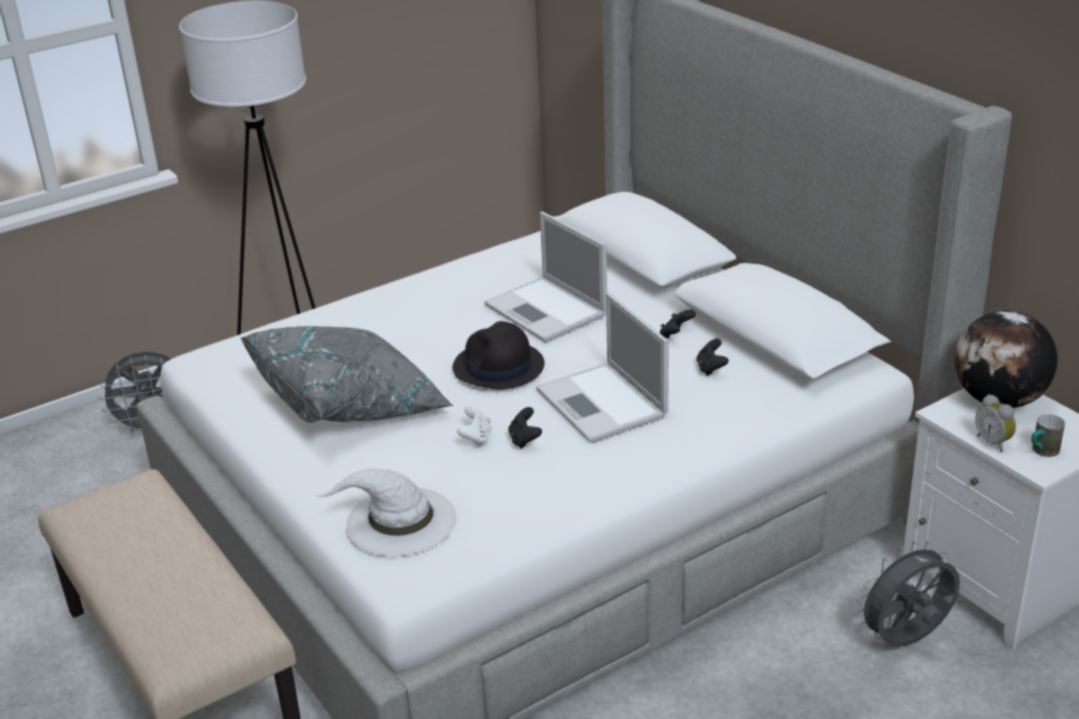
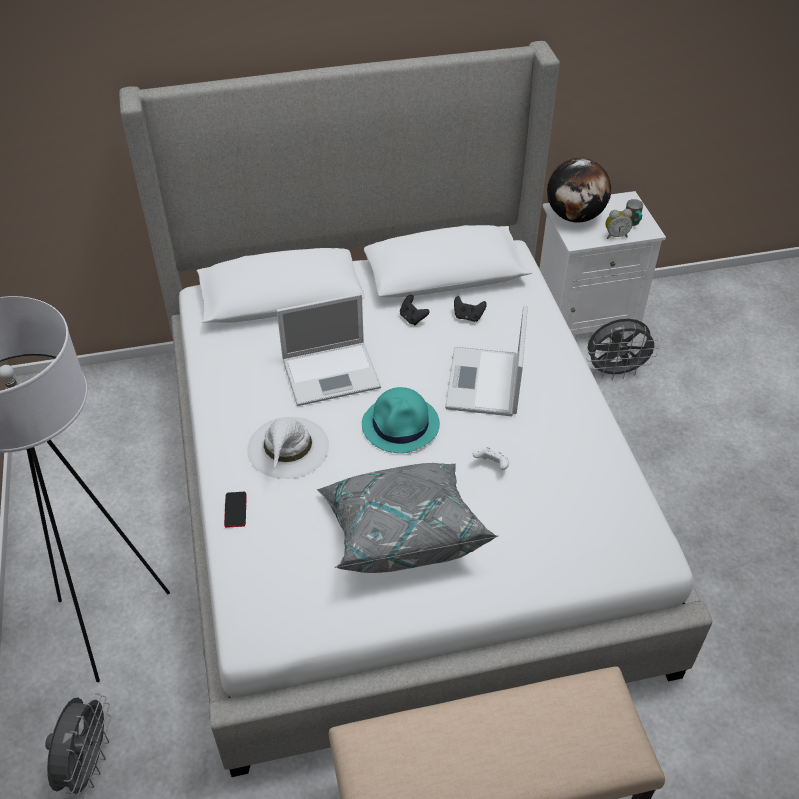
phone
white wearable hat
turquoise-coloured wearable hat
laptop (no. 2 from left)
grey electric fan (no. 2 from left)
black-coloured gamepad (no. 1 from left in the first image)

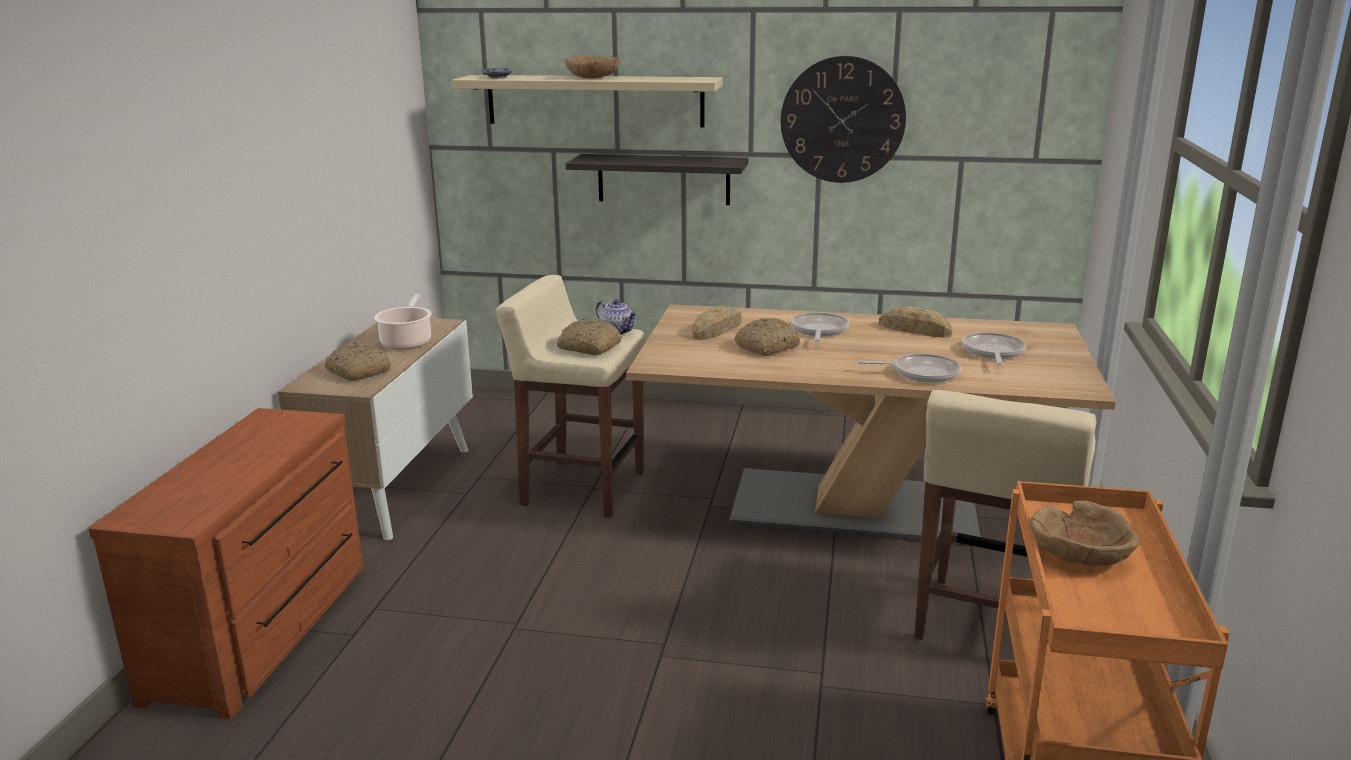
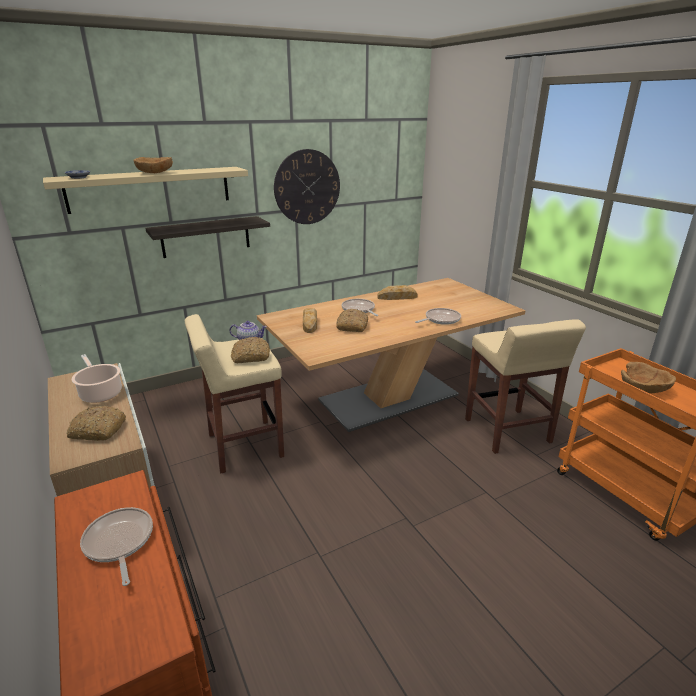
pan (no. 1 from left)

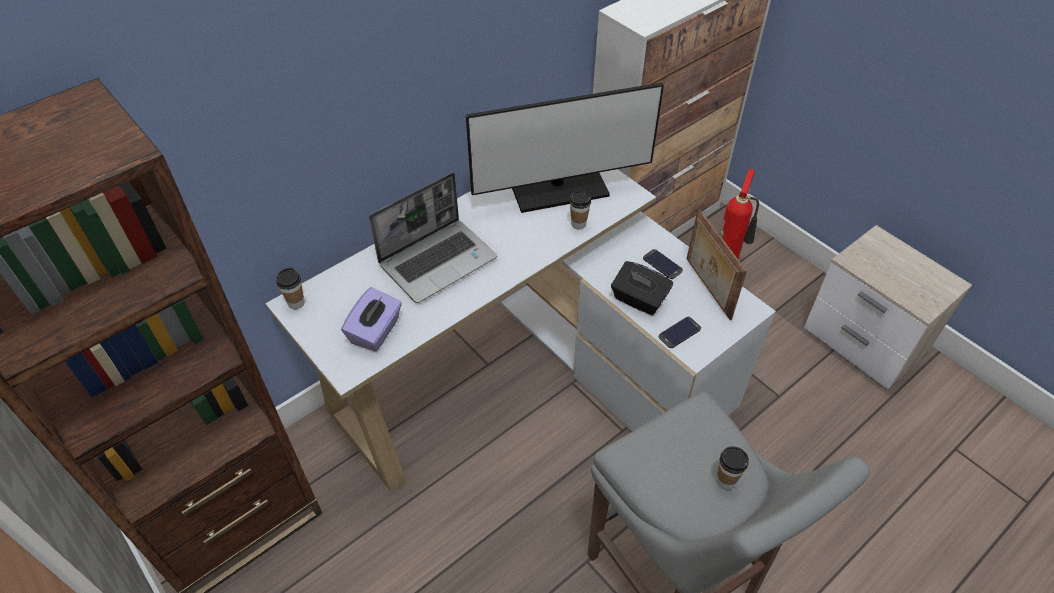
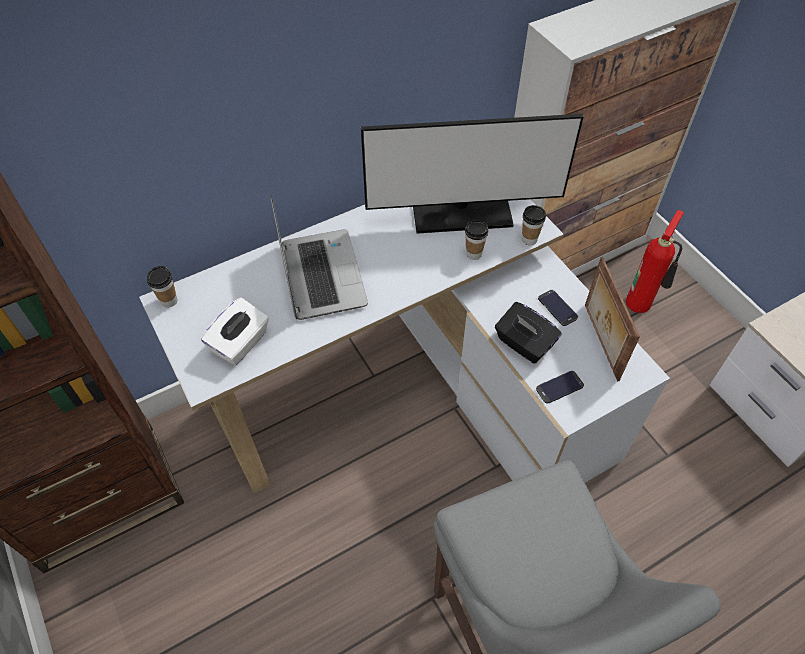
white box of tissues
laptop
cup (no. 3 from left)

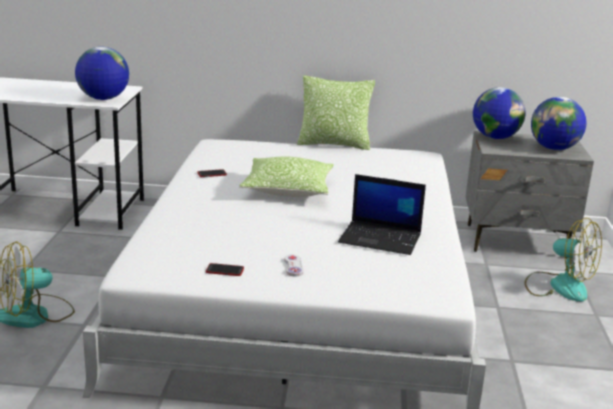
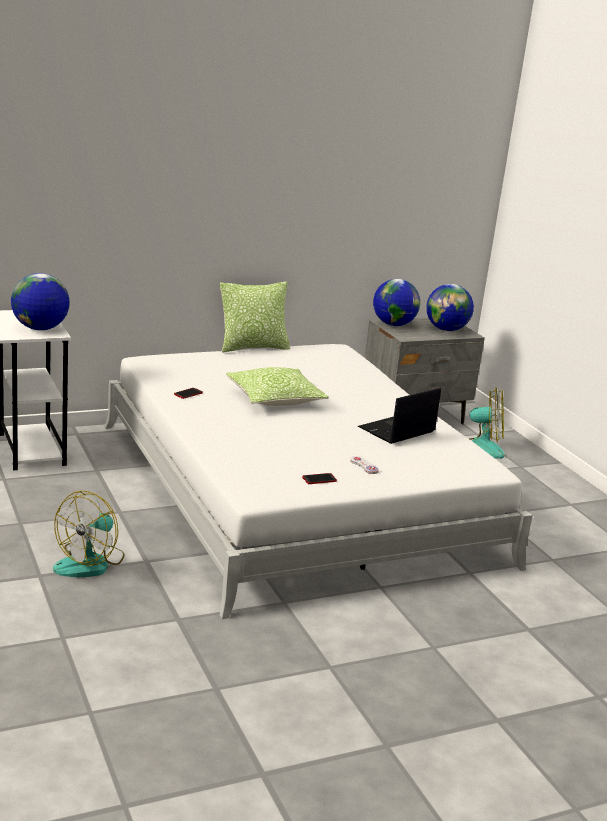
laptop

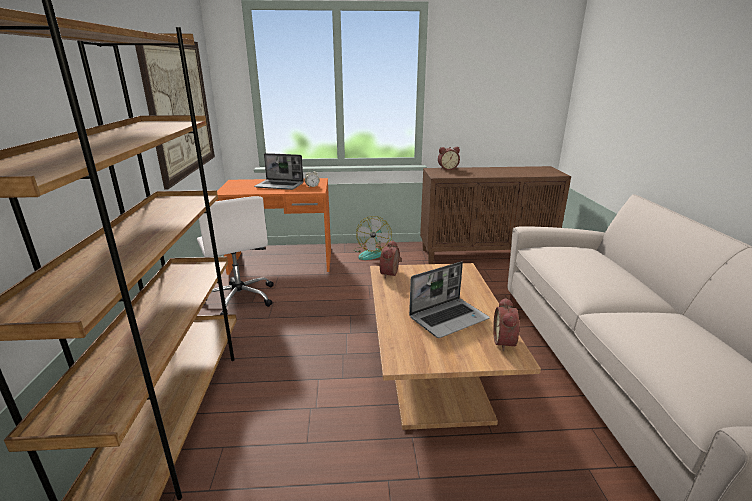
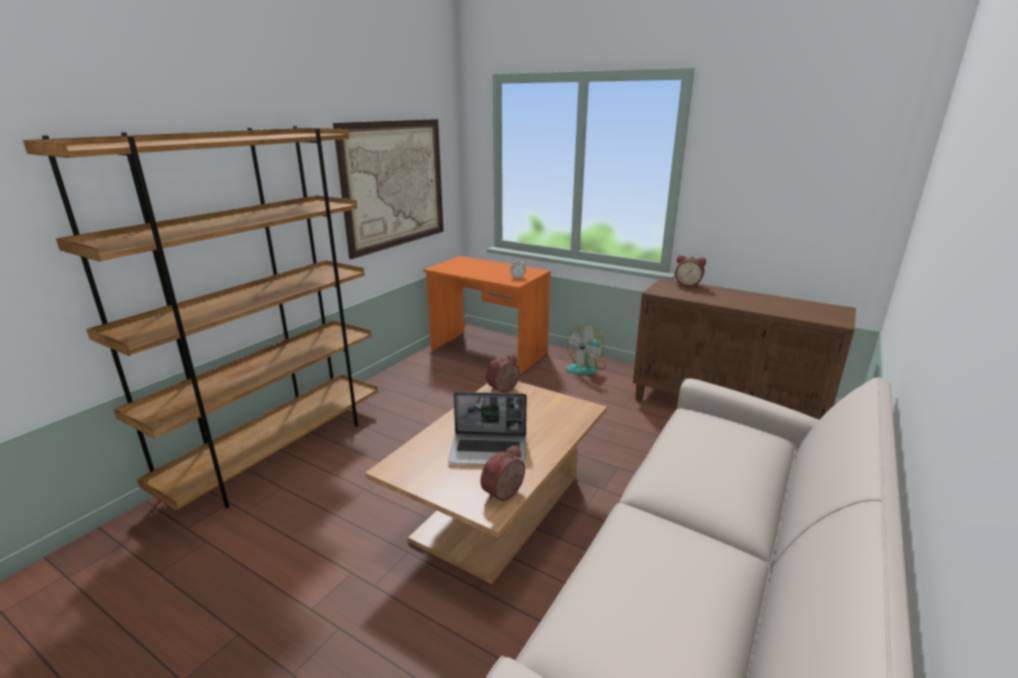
white office chair
laptop (no. 1 from left in the first image)

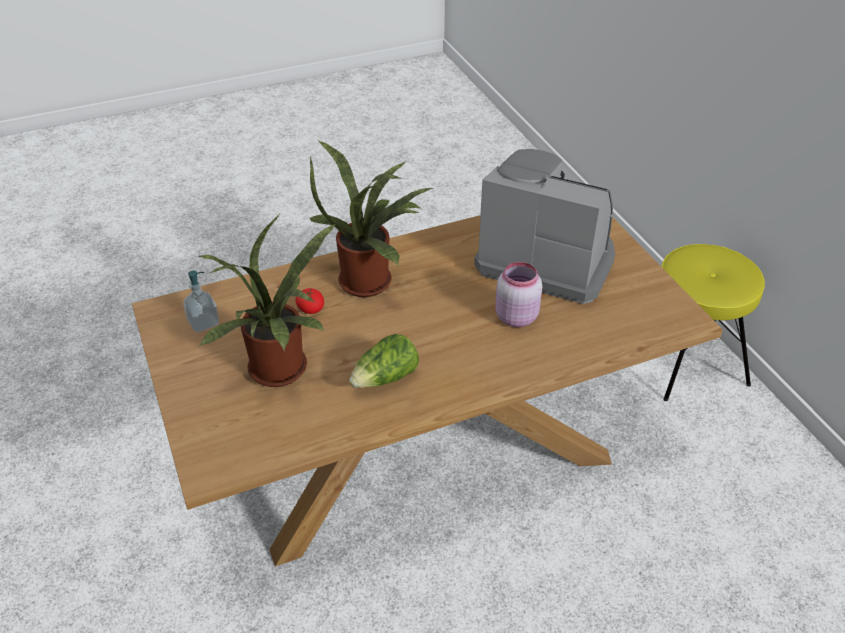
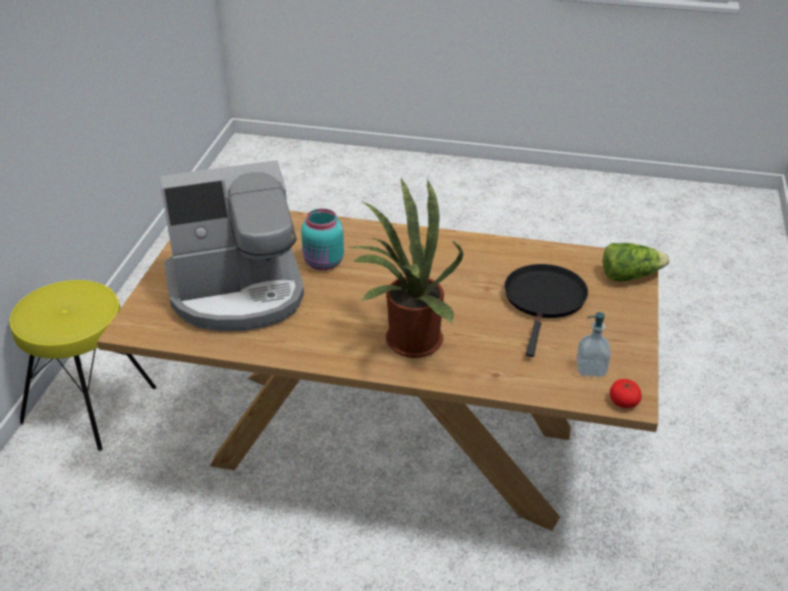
coffee machine
turquoise-coloured storage jar
black-coloured pan
head of lettuce
tomato

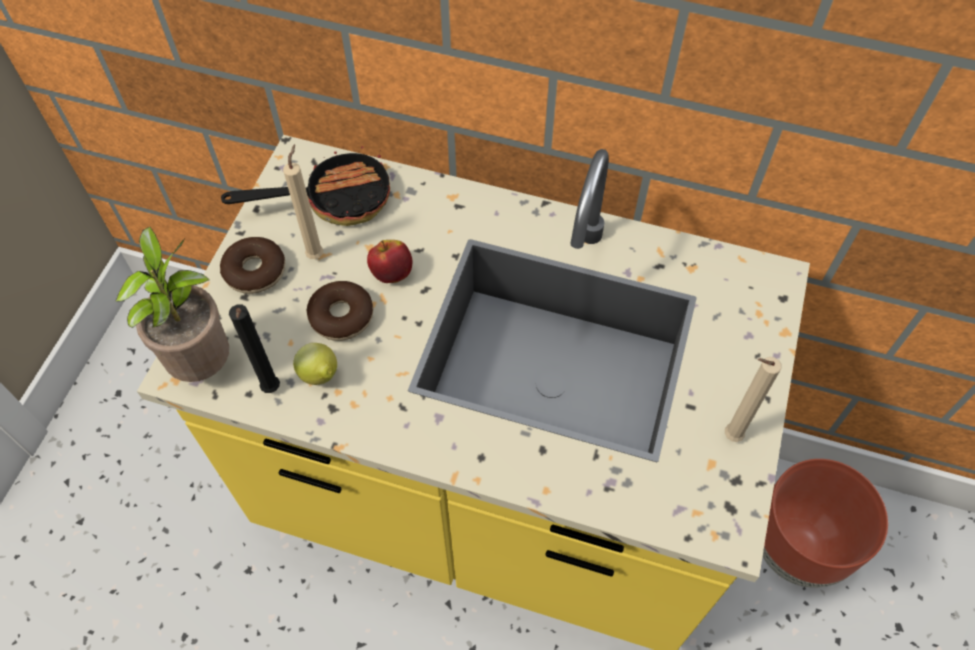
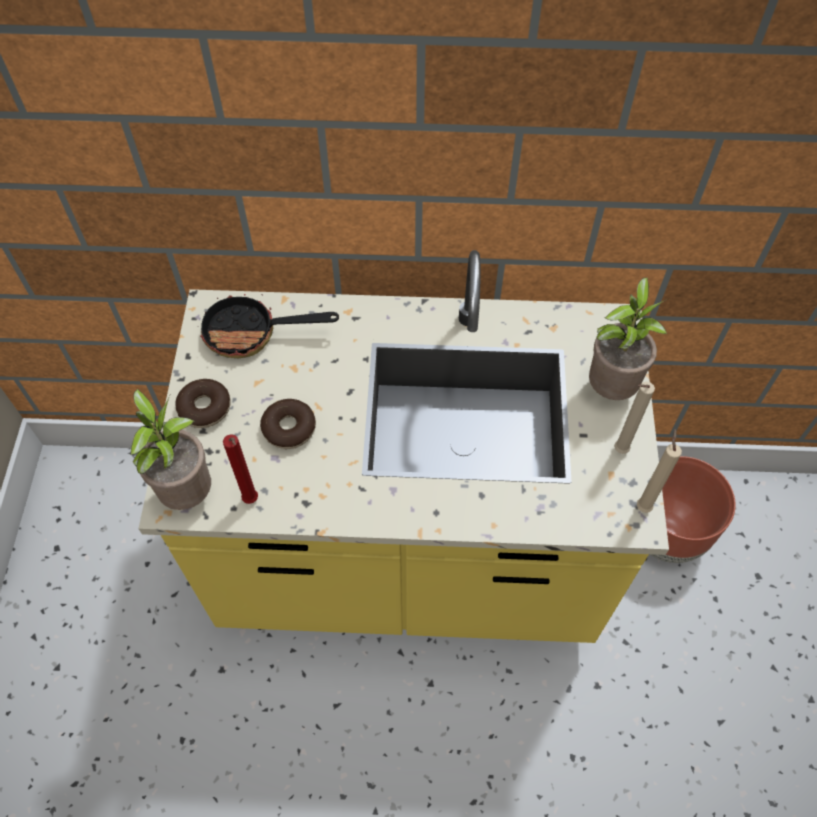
pan
reddish wax light
houseplant (no. 2 from left)
beige-coloured wax light (no. 2 from left)
citrus fruit
apple

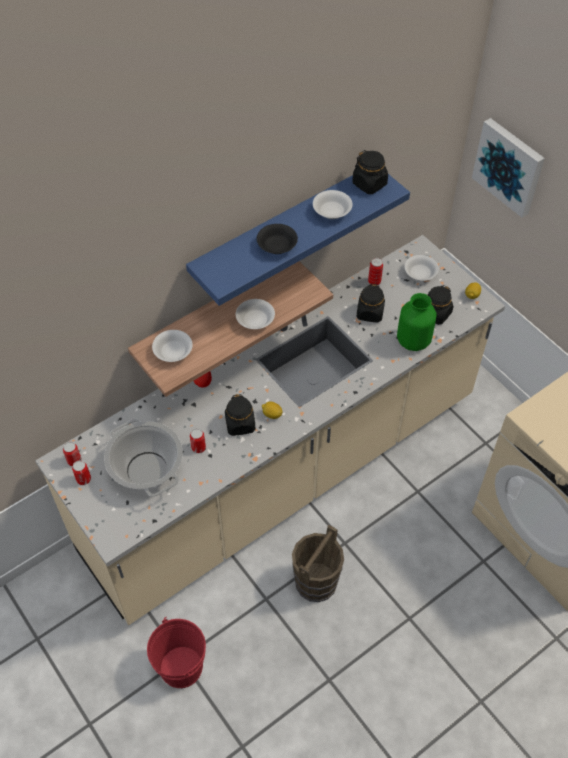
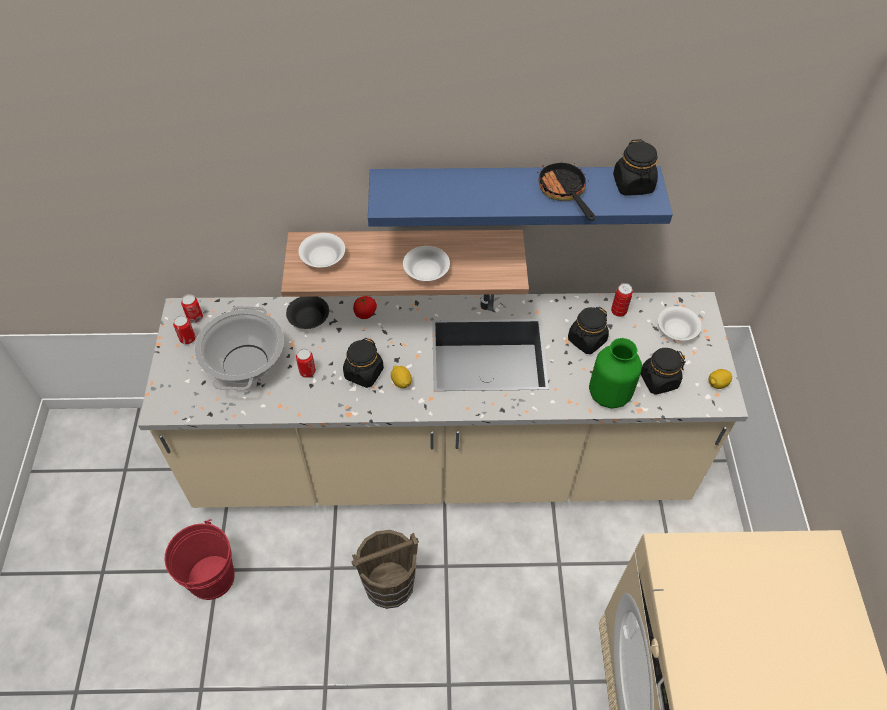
black-coloured bowl
pan
picture

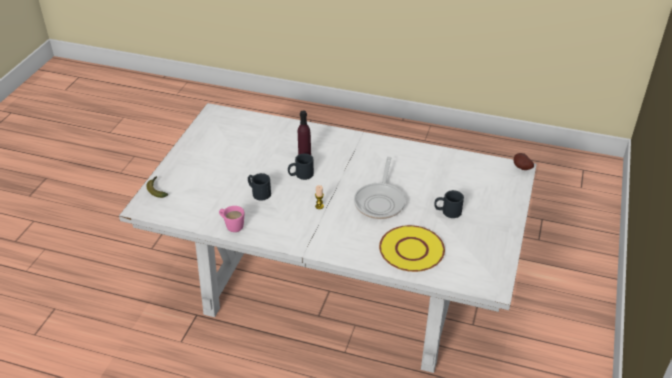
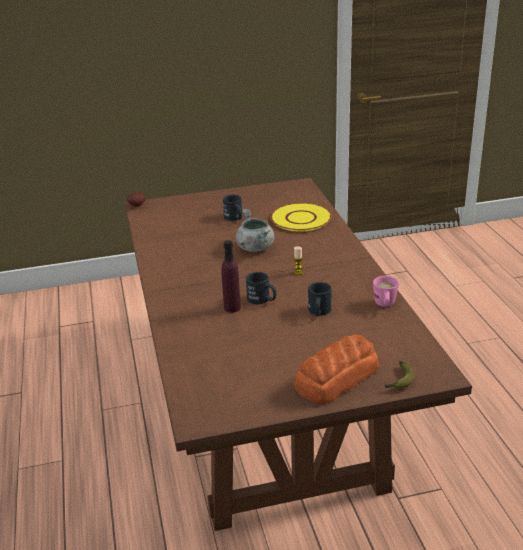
brown kitchen table
grey saucepot
bread

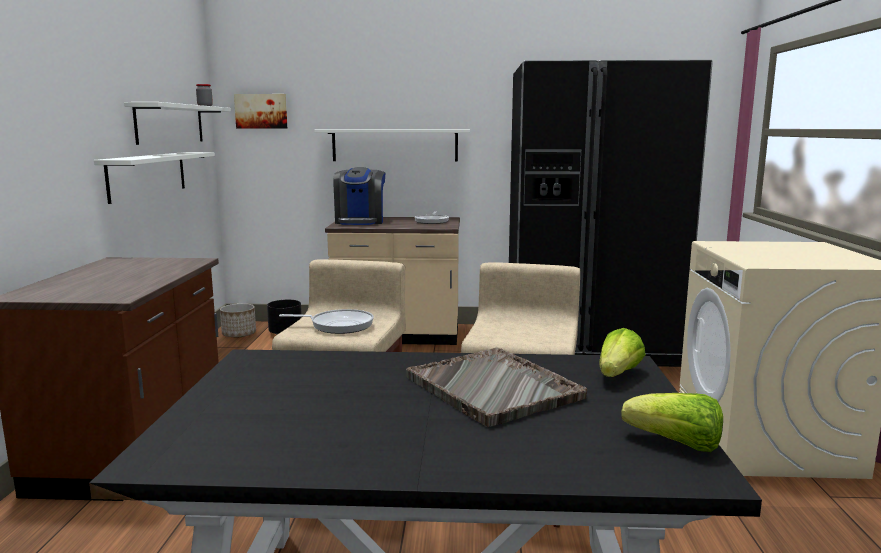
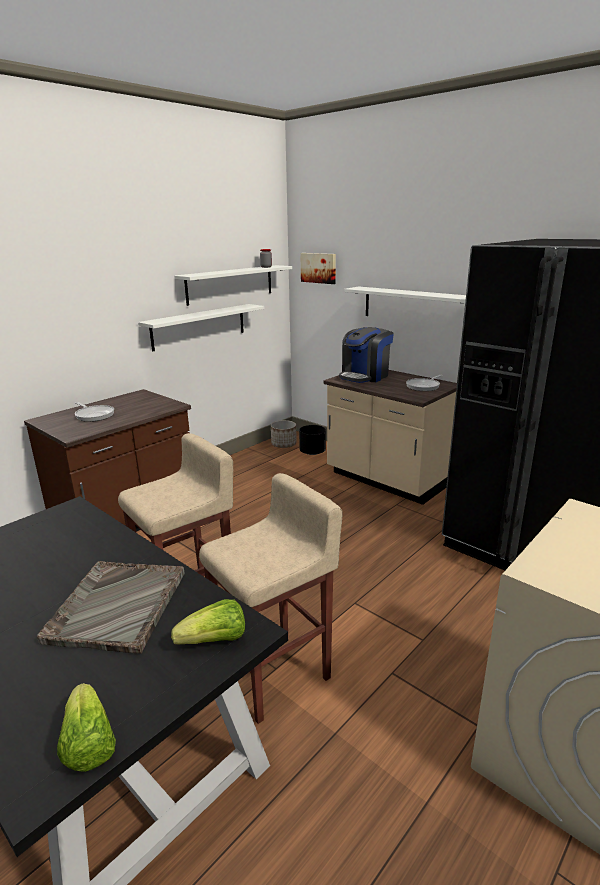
pan (no. 1 from left)

